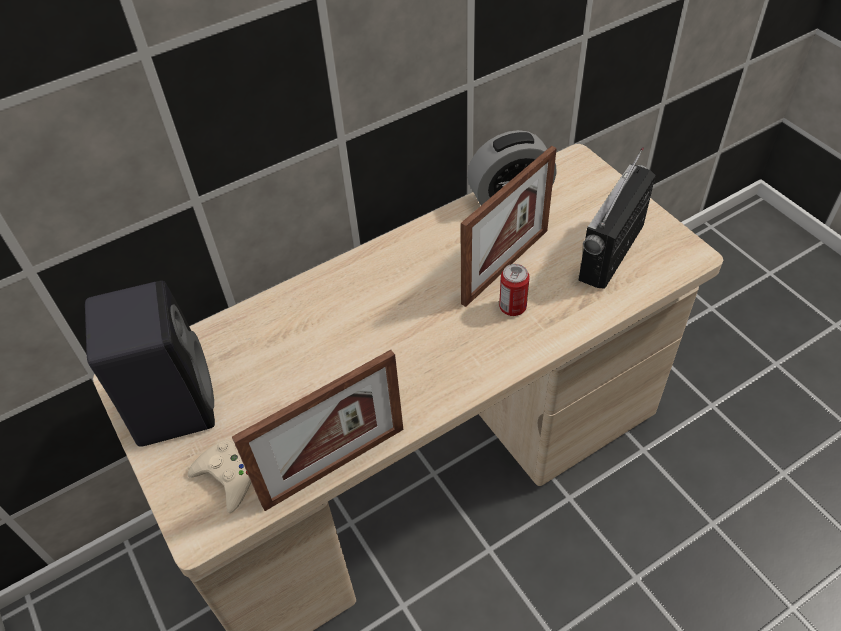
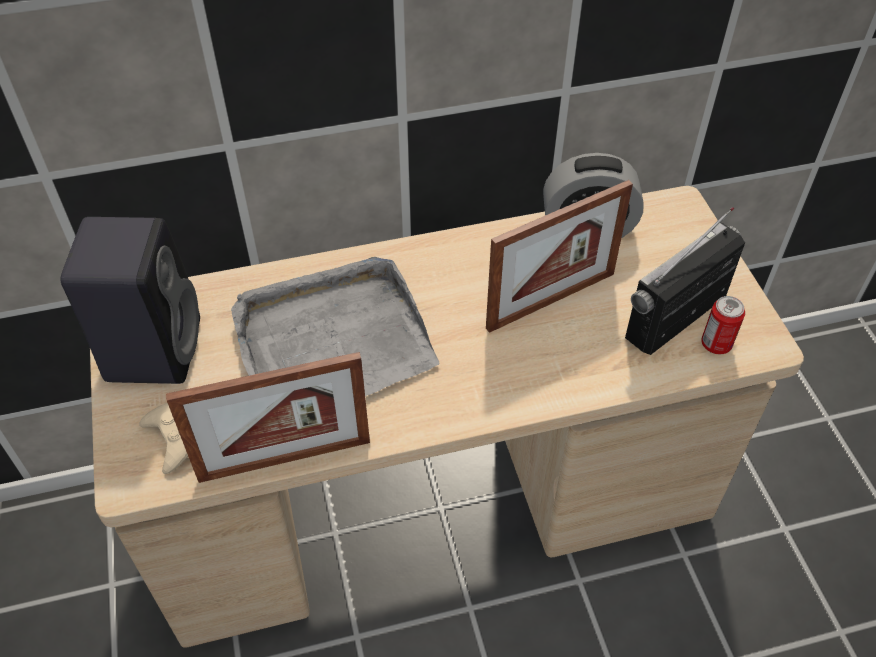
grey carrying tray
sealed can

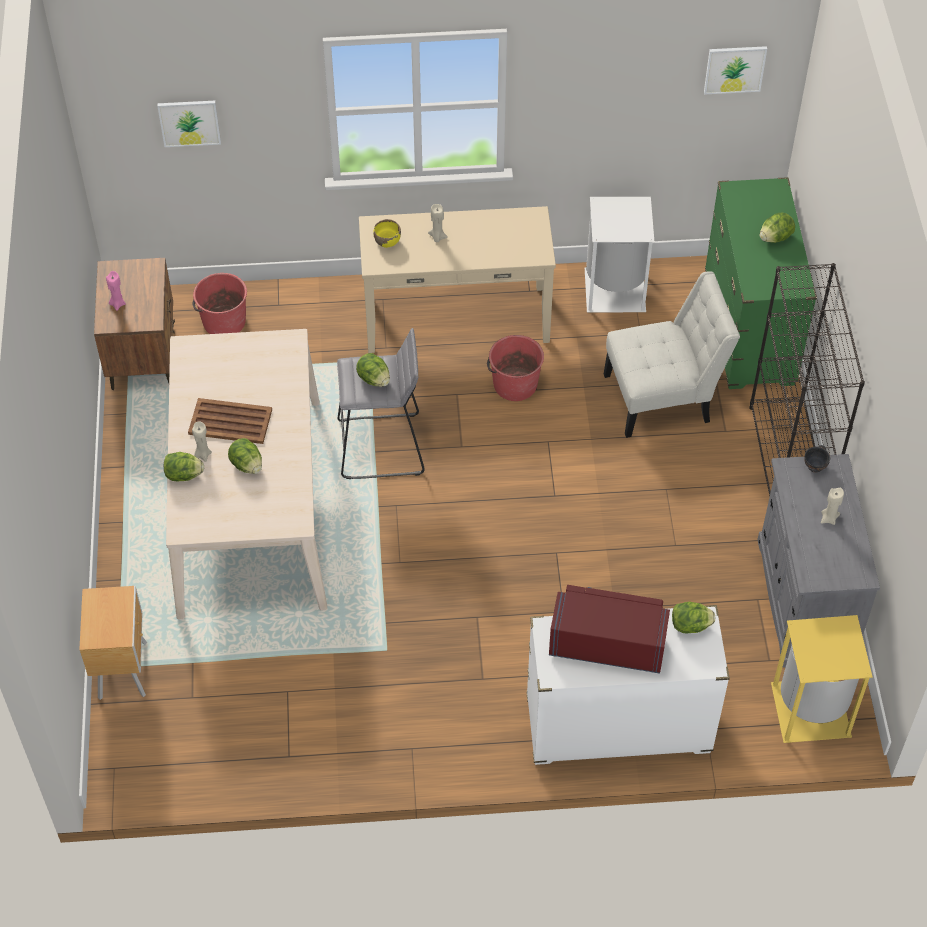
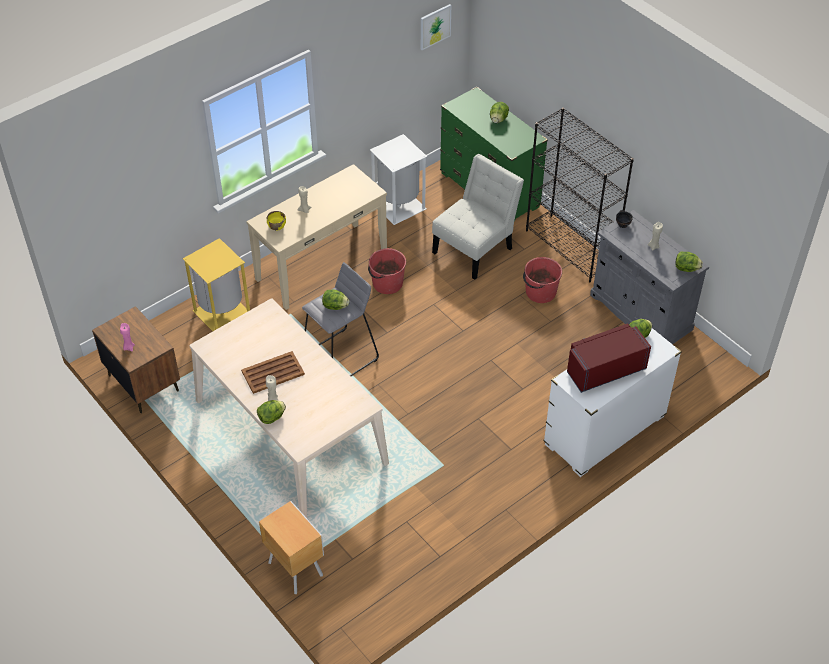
yellow-coloured trash can
reddish bucket (no. 2 from left)
head of lettuce (no. 5 from left)
picture (no. 1 from left in the first image)

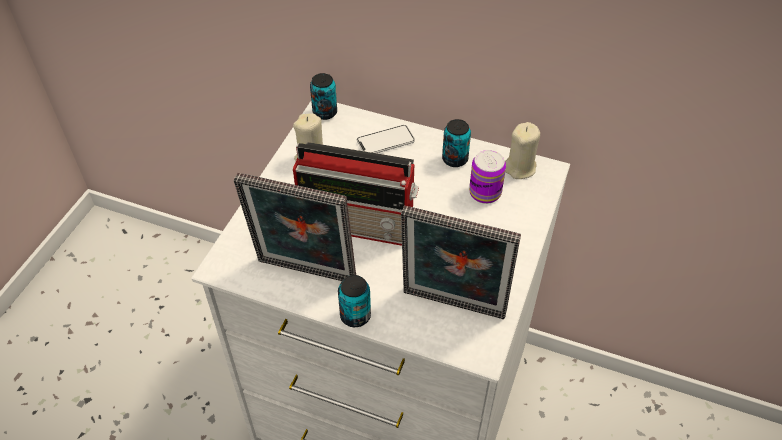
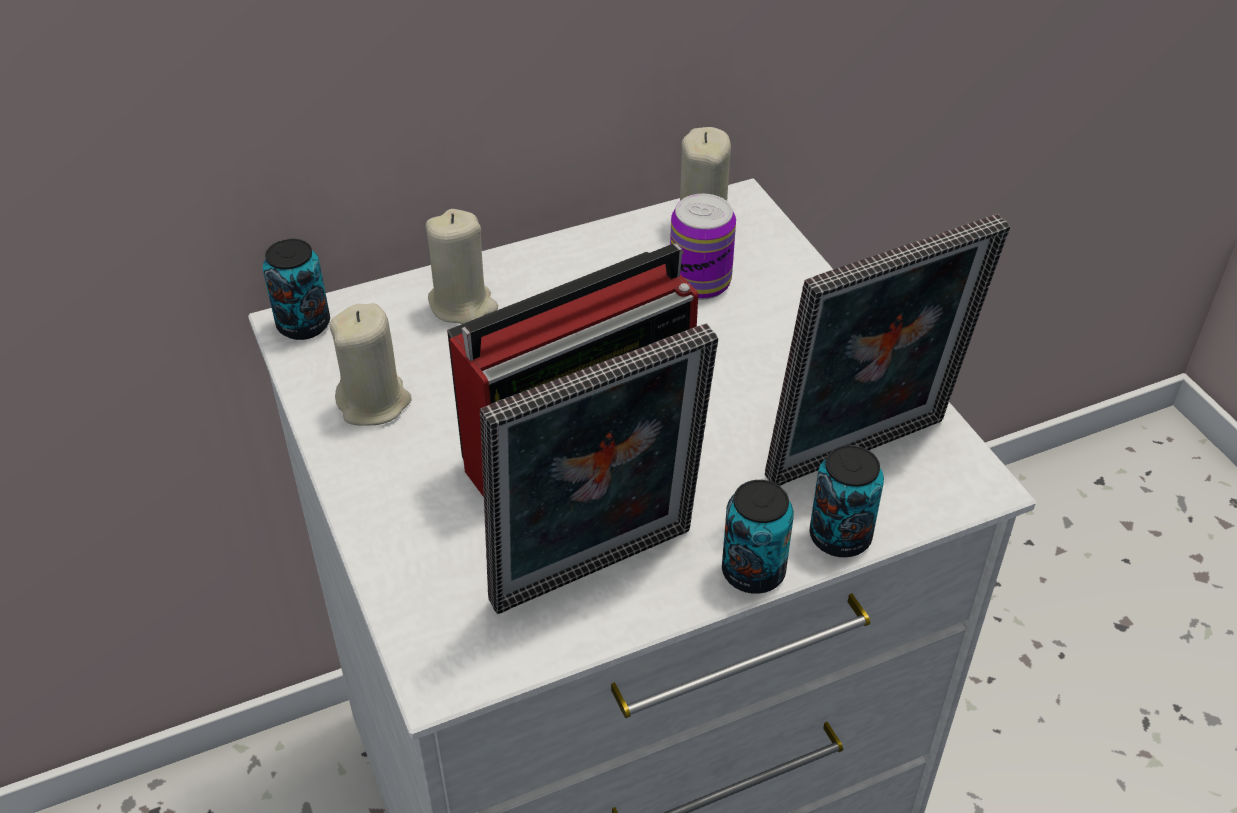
beige-coloured wax light (no. 2 from left)
sealed can (no. 4 from left)

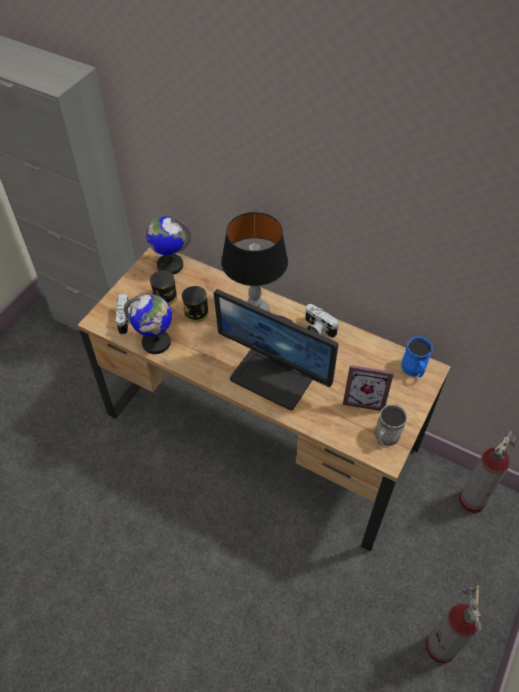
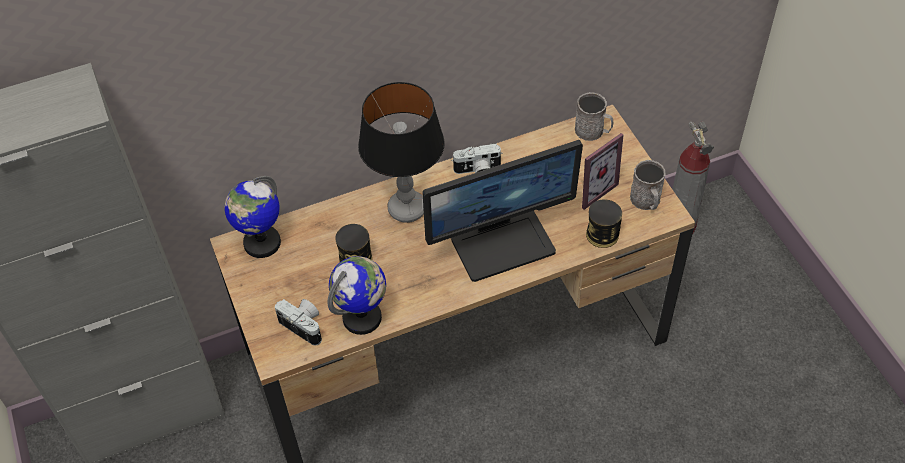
grey mug (no. 1 from left)
sealed can (no. 2 from left)
fire extinguisher (no. 1 from left in the first image)

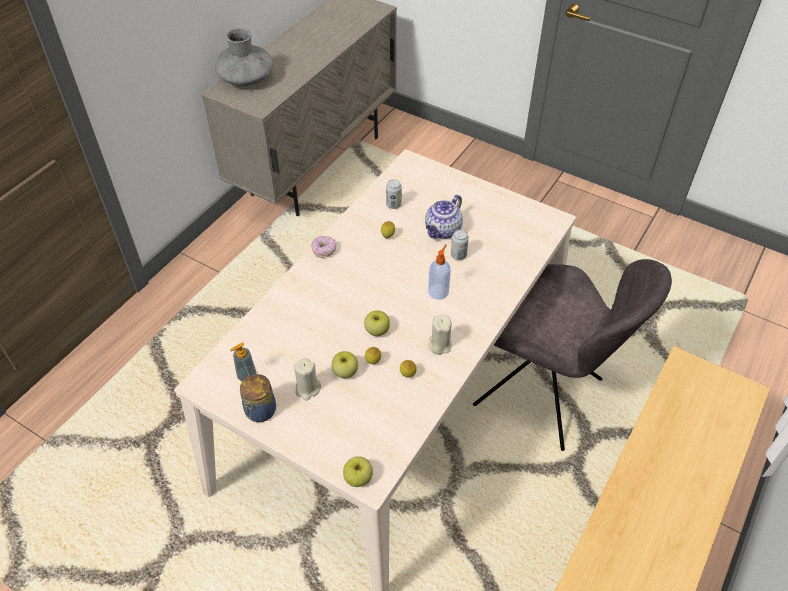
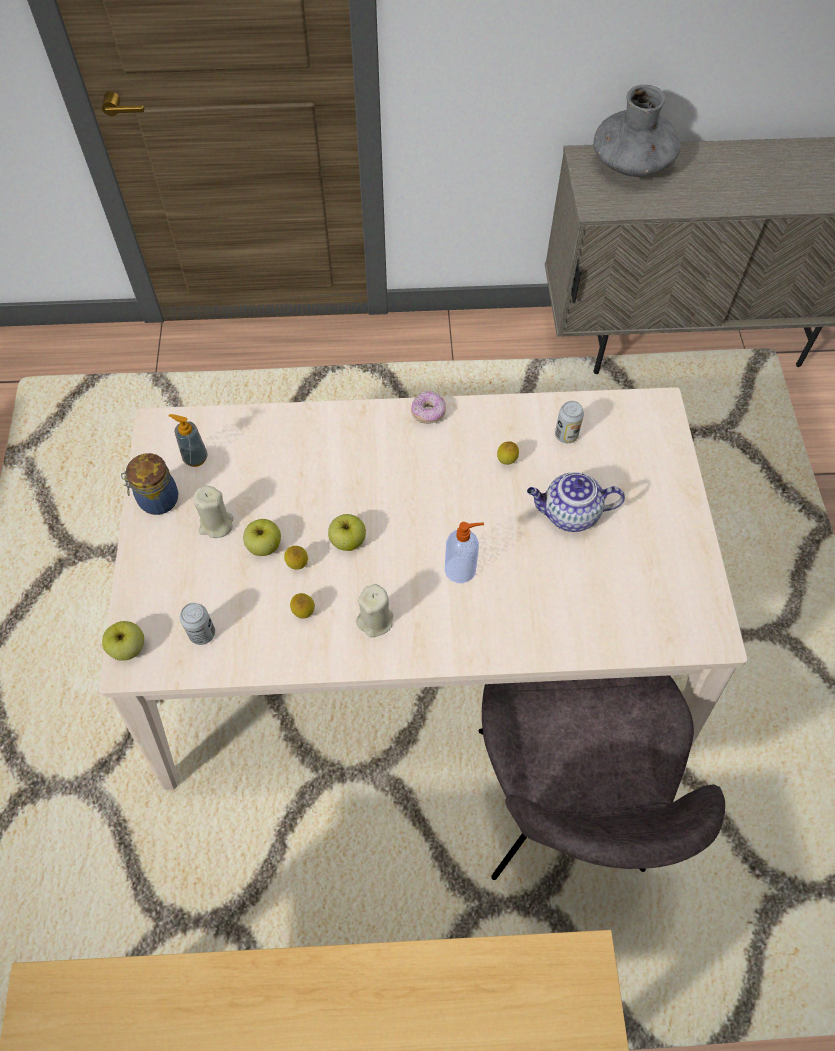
sealed can (no. 1 from left)

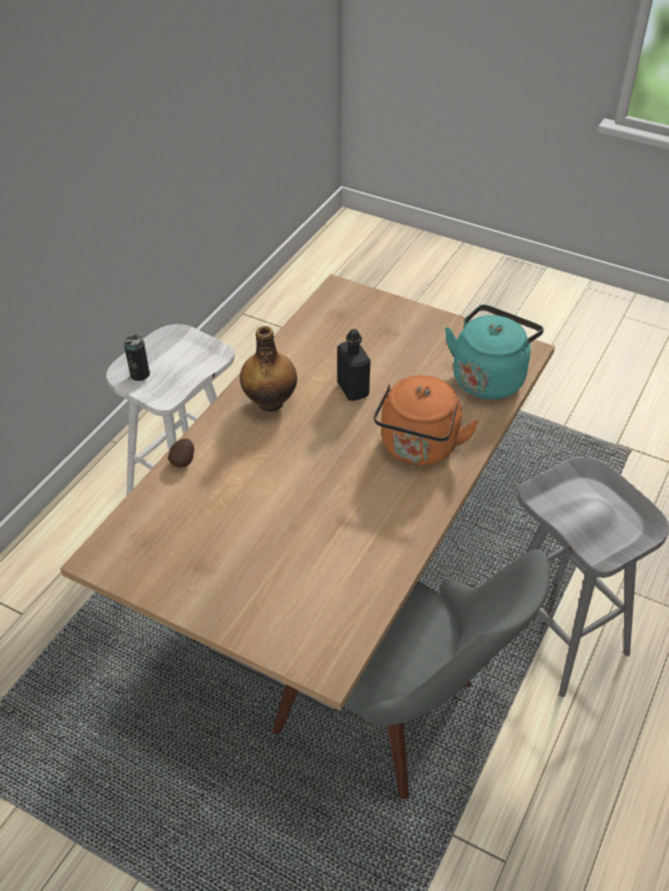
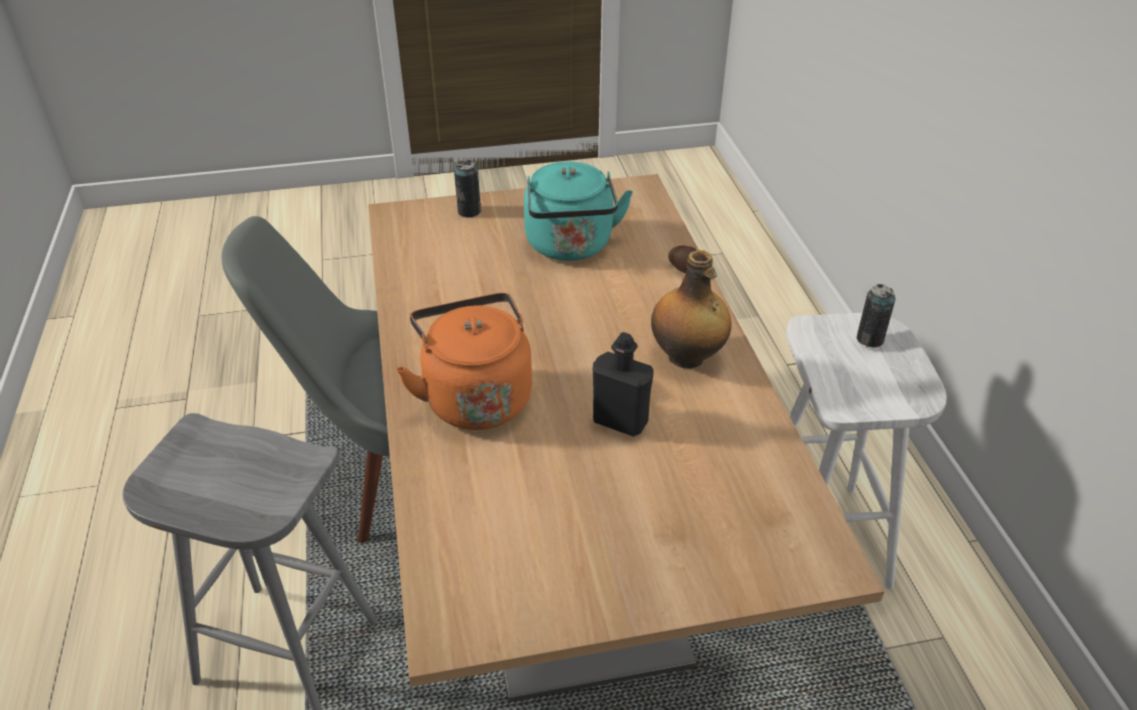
sealed can (no. 1 from left)
turquoise-coloured tea kettle

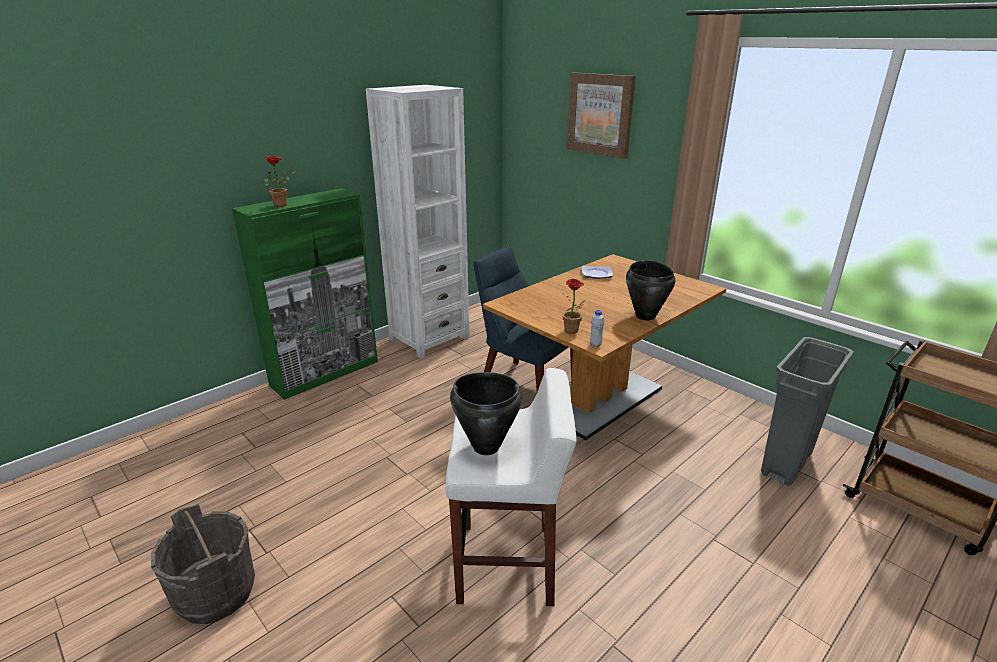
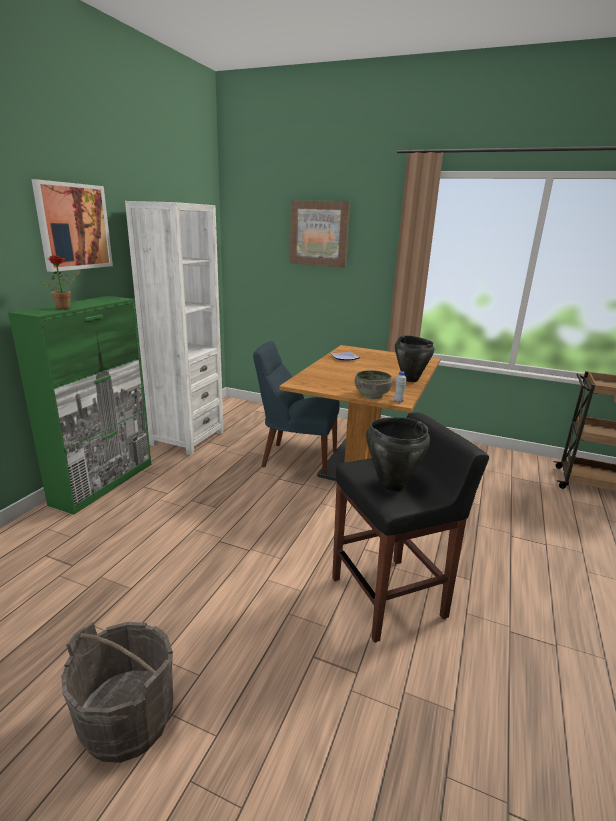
picture (no. 1 from left)
black-coloured stool seat
grey bowl
grey trash can

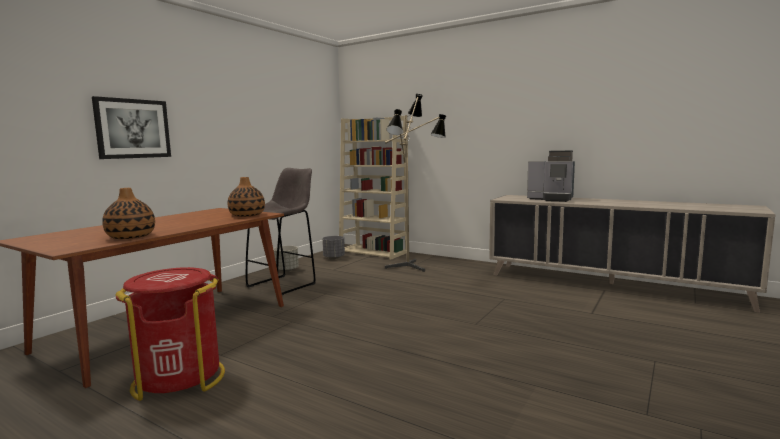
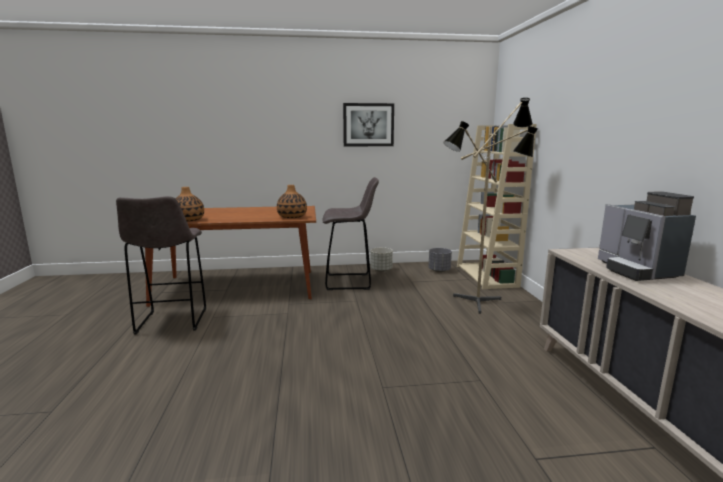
grey stool seat (no. 1 from left)
picture

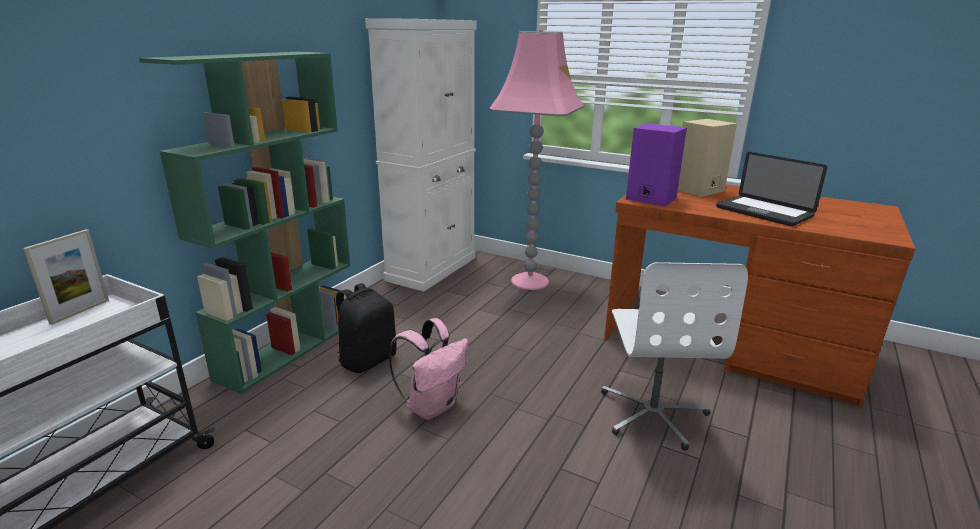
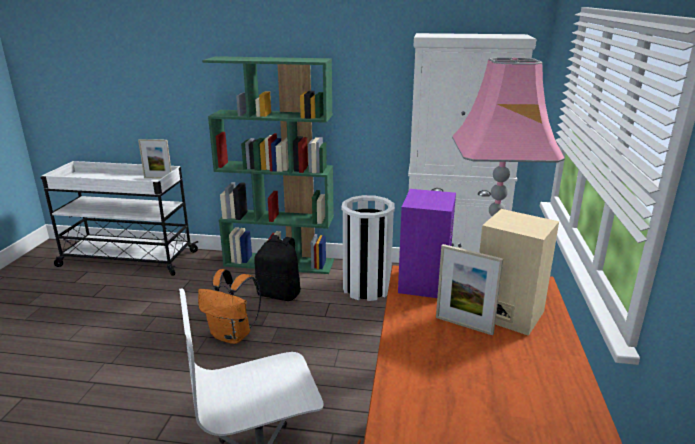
orangey backpack
white trash can
photo frame (no. 2 from left)
laptop

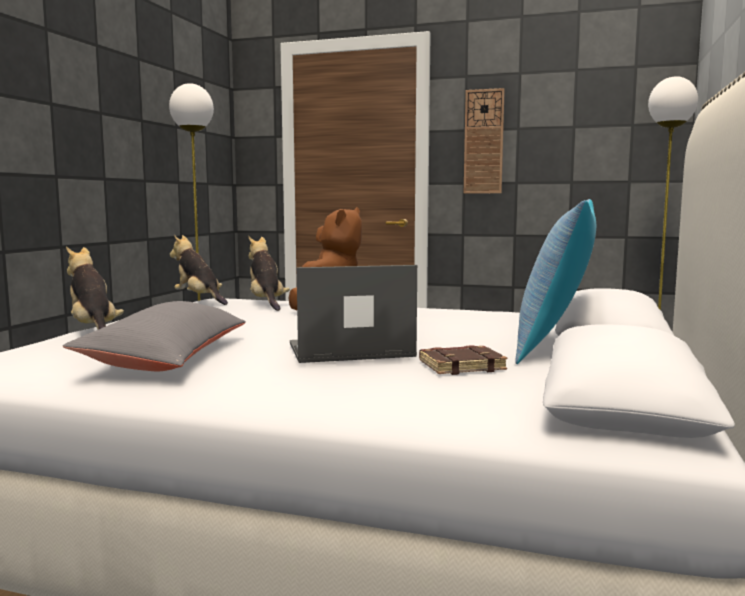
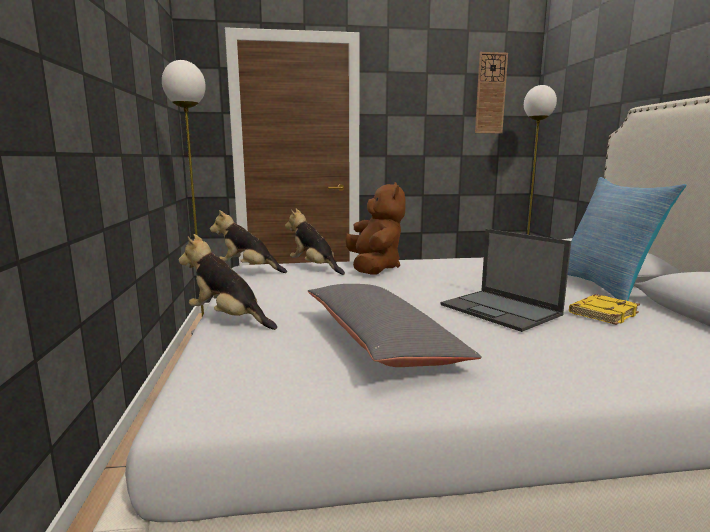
laptop
wall clock
yellow-coloured volume

